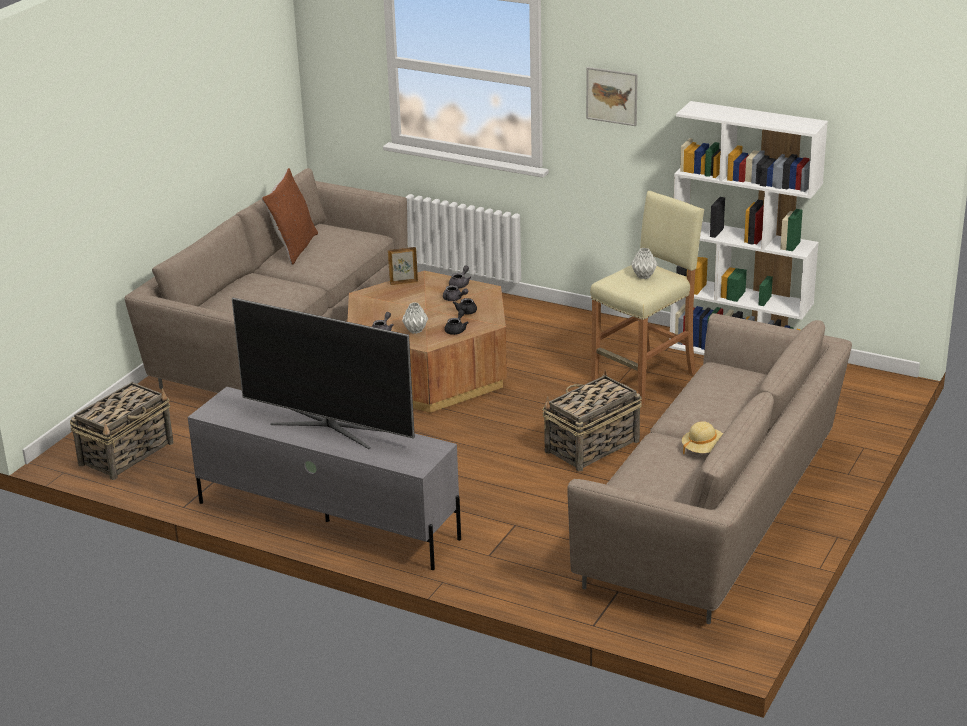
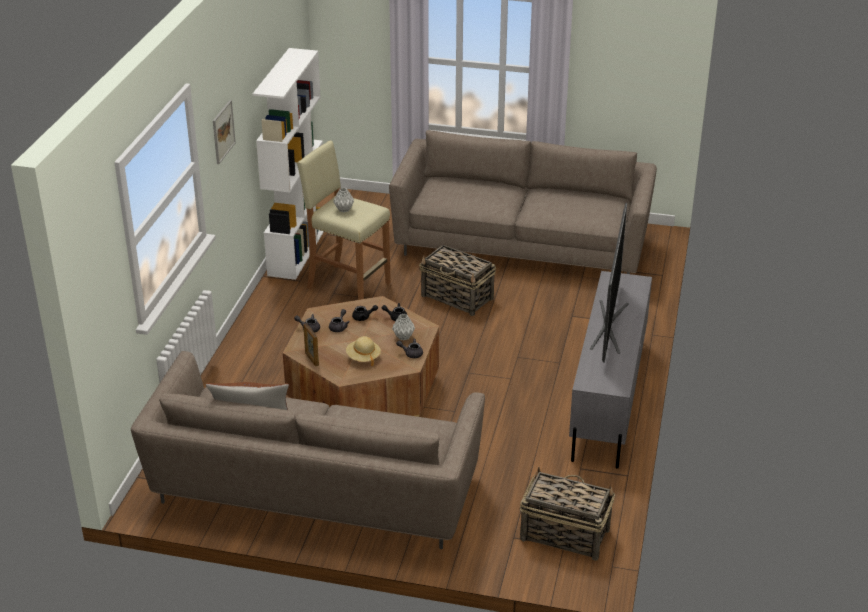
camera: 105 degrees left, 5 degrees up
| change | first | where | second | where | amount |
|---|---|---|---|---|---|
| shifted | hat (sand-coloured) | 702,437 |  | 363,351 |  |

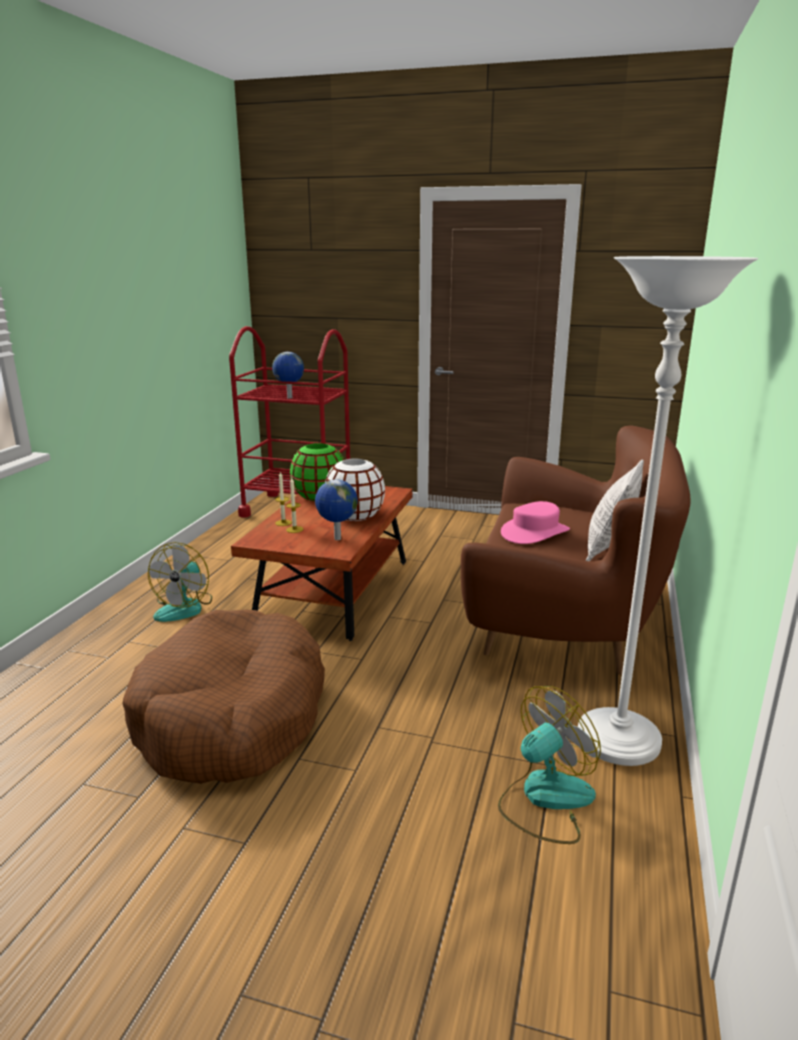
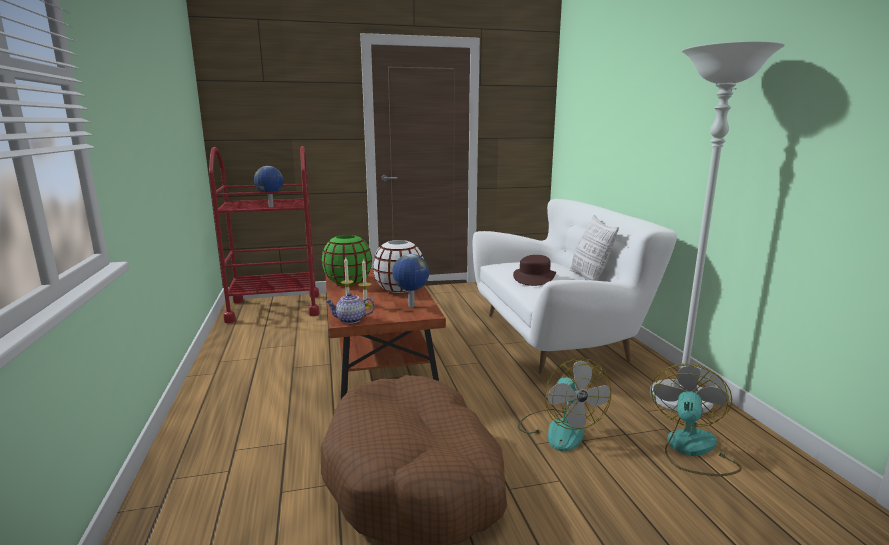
camera: 30 degrees left, 5 degrees down
| change | first | where | second | where | amount |
|---|---|---|---|---|---|
| new |  |  | teapot | 350,308 |  |
| repainted | couch (brown) | 575,550 | couch (white-coloured) | 574,286 |  |
| repainted | hat (pinkish) | 535,522 | hat (brown) | 534,270 |  |
| shifted | electric fan | 180,582 |  | 564,404 |  |

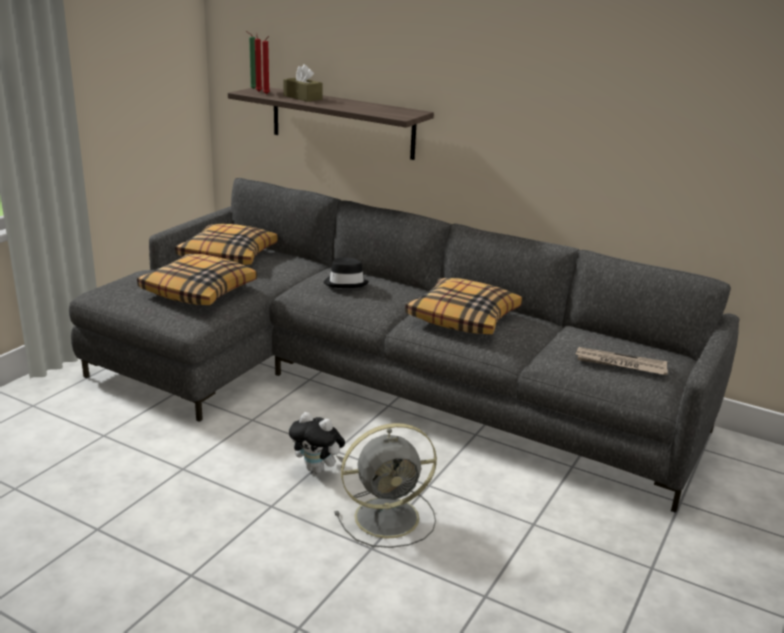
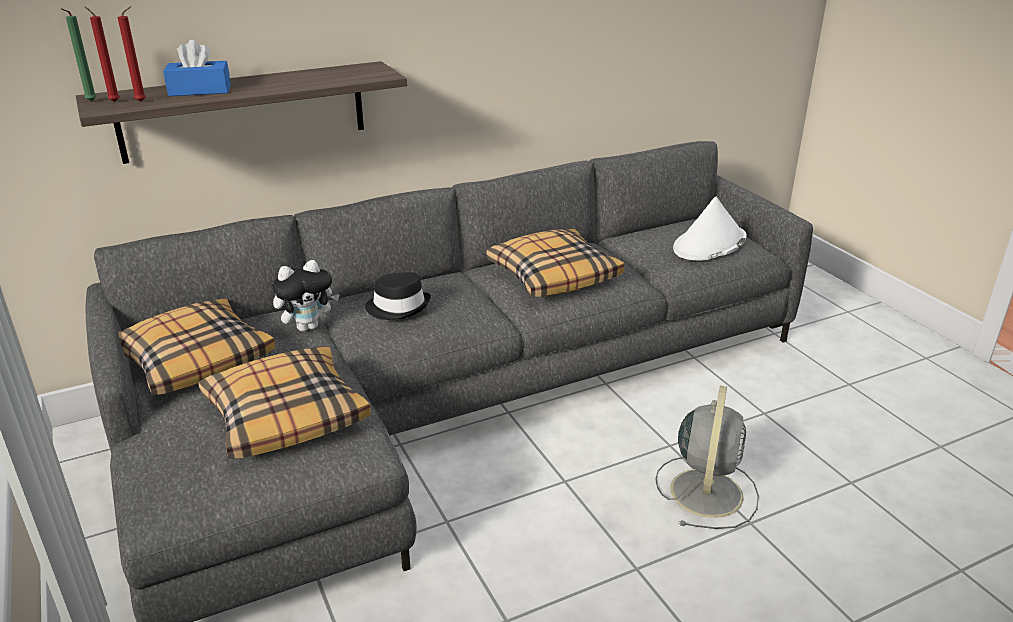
camera: 55 degrees left, 5 degrees up
| change | first | where | second | where | amount |
|---|---|---|---|---|---|
| repainted | tissue holder (brown) | 303,83 | tissue holder (bluish) | 197,68 |  |
| shifted | cuddly toy | 317,443 |  | 306,296 |  |
| swapped | daily paper | 621,361 | hat (white-coloured) | 709,228 |  |

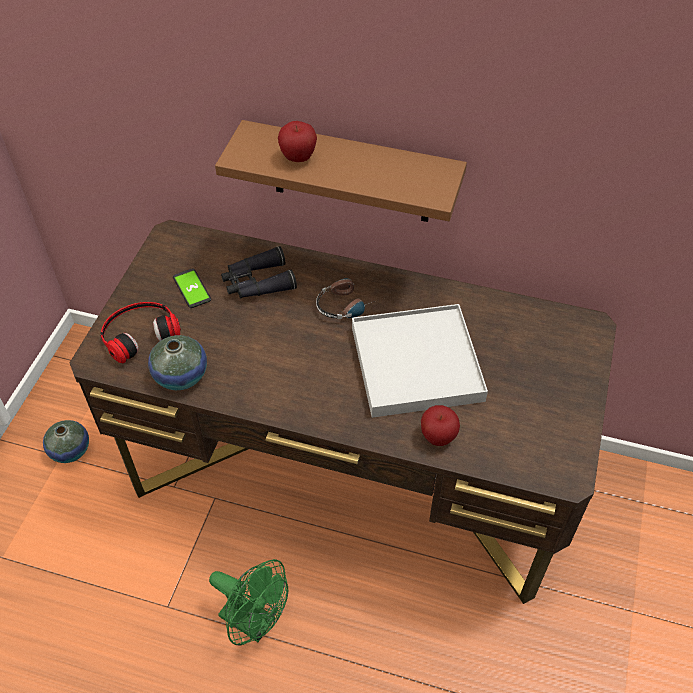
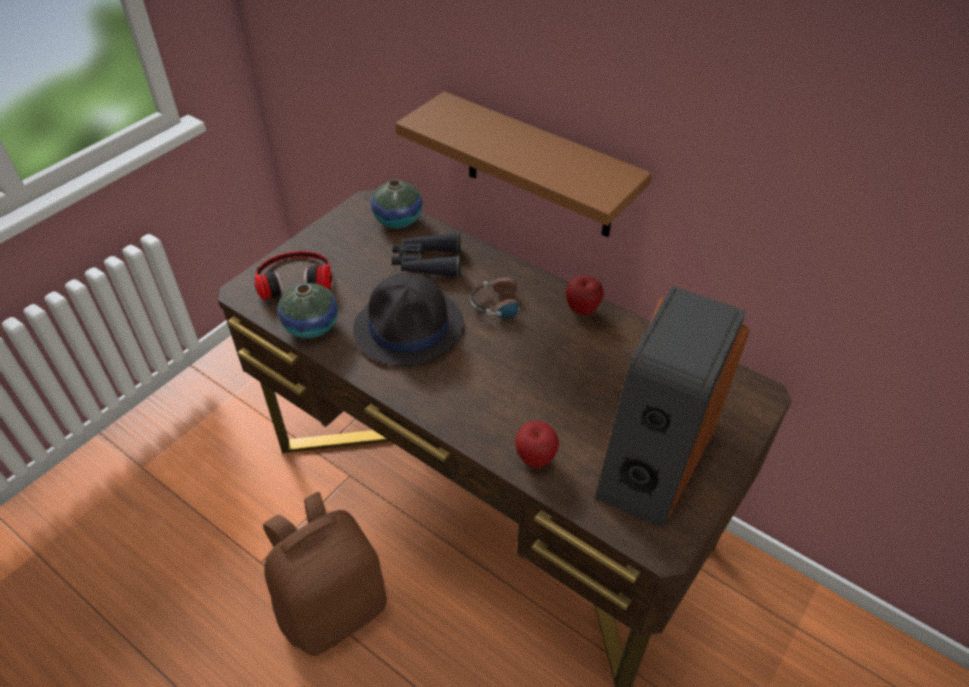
camera: 20 degrees right, 5 degrees down
| change | first | where | second | where | amount |
|---|---|---|---|---|---|
| swapped | electric fan (green-coloured) | 248,602 | rucksack (brown) | 325,574 |  |
| new |  |  | hat (blackish) | 408,319 |  |
| shifted | flower vase | 66,441 |  | 397,204 |  |
| shifted | apple | 297,141 |  | 584,295 |  |
| new |  |  | speaker | 672,407 |  |
| gone | handset | 192,288 |  |  |  |
| gone | carrying tray (white-coloured) | 420,361 |  |  |  |

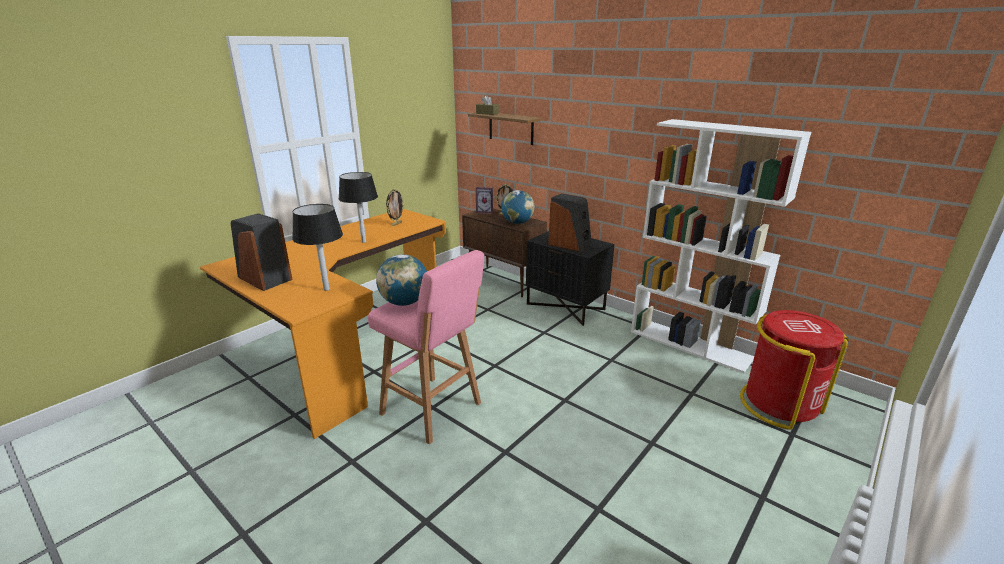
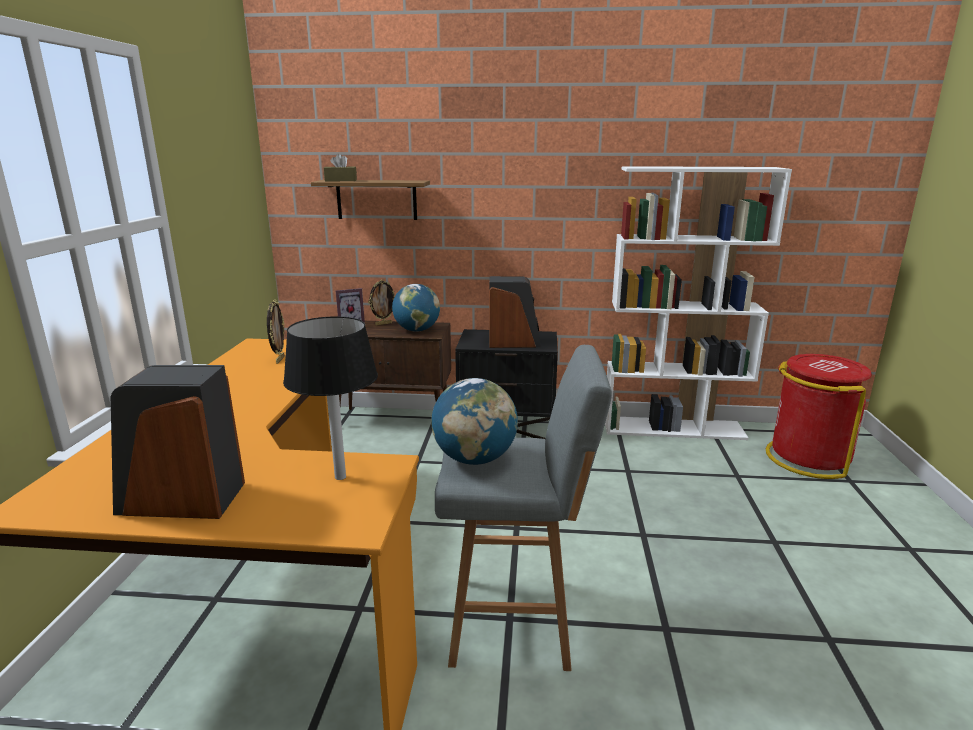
camera: 35 degrees left, 5 degrees down
| change | first | where | second | where | amount |
|---|---|---|---|---|---|
| repainted | sitting stool (pinkish) | 426,347 | sitting stool (greyish) | 523,508 |  |
| gone | lamp for a table (blackish) | 358,207 |  |  |  |

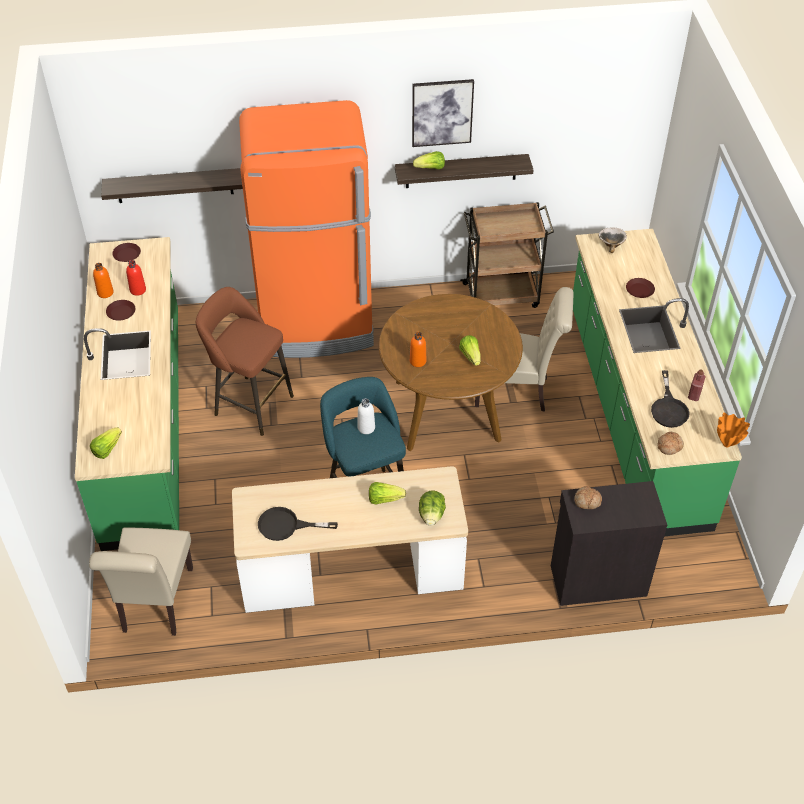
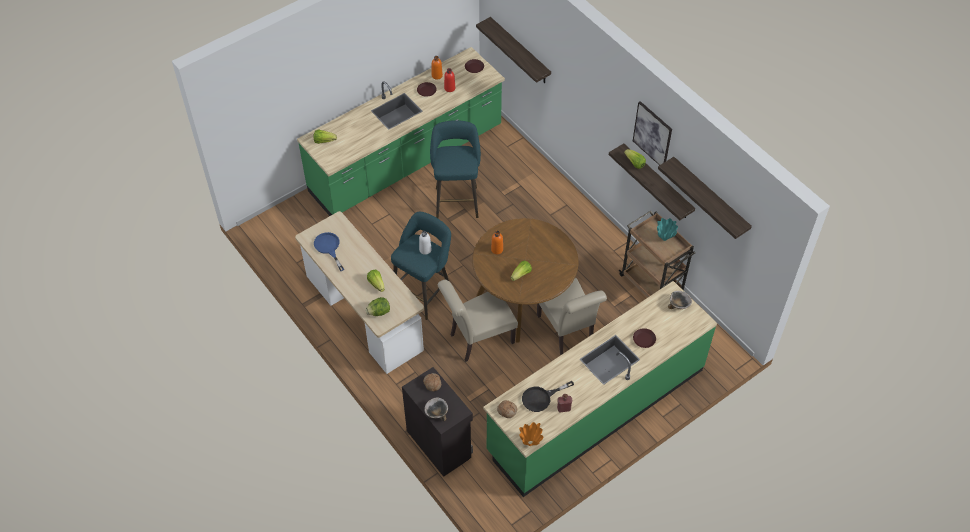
camera: 60 degrees right, 5 degrees up
| change | first | where | second | where | amount |
|---|---|---|---|---|---|
| repainted | frying pan (blackish) | 298,524 | frying pan (bluish) | 329,251 |  |
| new |  |  | serving bowl | 436,409 |  |
| repainted | sitting stool (brown) | 245,361 | sitting stool (turquoise-coloured) | 455,169 |  |
| shifted | plain chair (sand-coloured) | 141,582 |  | 478,321 |  |
| new |  |  | flower vase (turquoise-coloured) | 667,229 |  |
| new |  |  | bracket shelf | 705,198 |  |
| gone | refrigerator (orangey) | 306,229 |  |  |  |

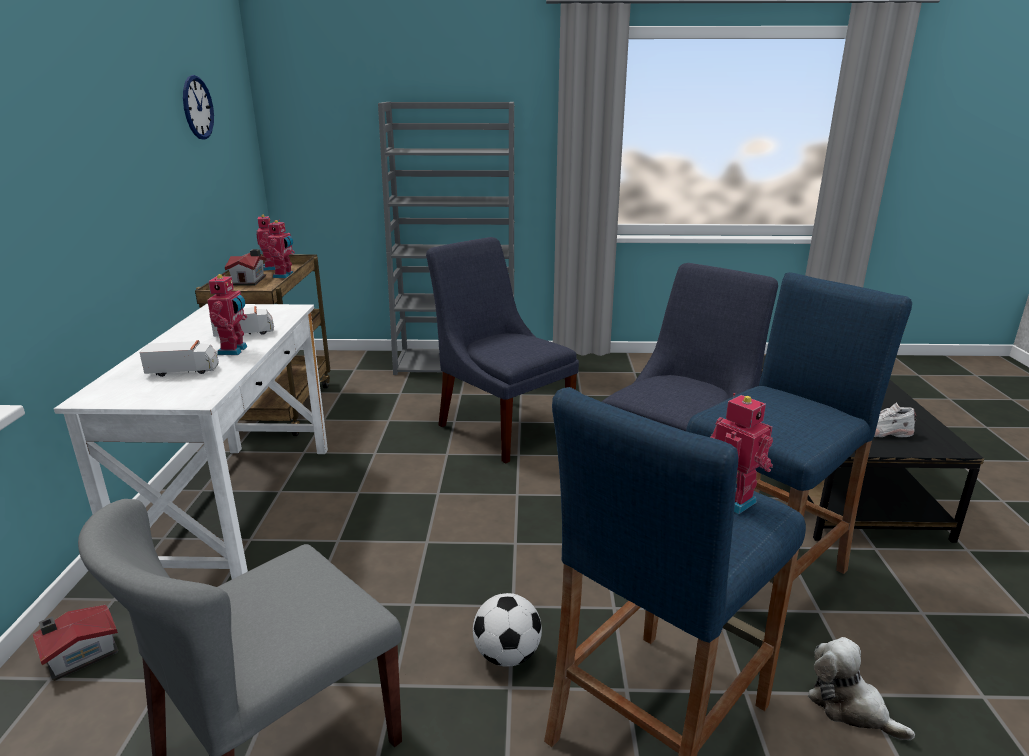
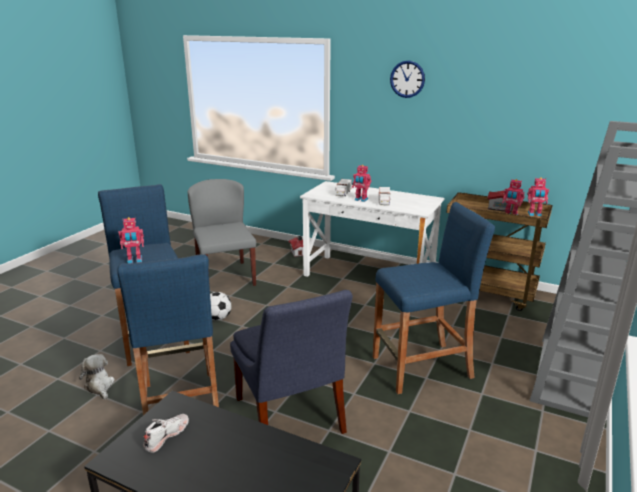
camera: 115 degrees right, 0 degrees up
| change | first | where | second | where | amount |
|---|---|---|---|---|---|
| rotated | cuddly toy | 861,688 |  | 97,377 | 105 degrees counterclockwise |
| swapped | plain chair (bluish) | 502,350 | sitting stool (bluish) | 434,298 |  |
| shifted | clock on the wall | 198,107 |  | 407,79 |  |

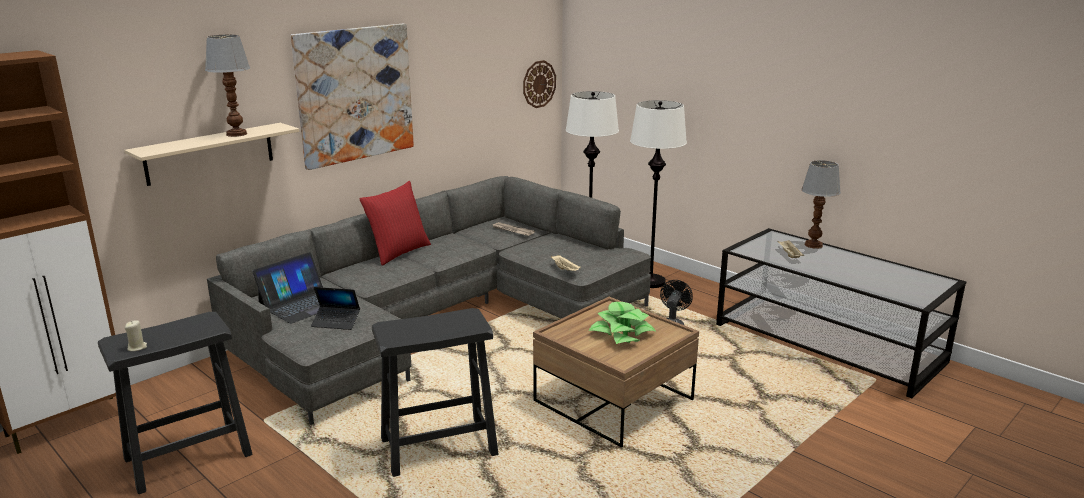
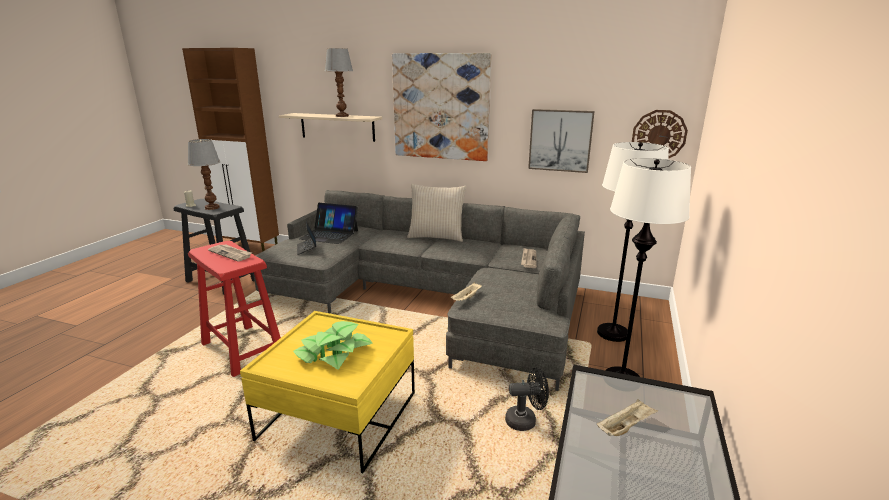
camera: 65 degrees right, 0 degrees up
| change | first | where | second | where | amount |
|---|---|---|---|---|---|
| shifted | lamp for a table | 821,204 |  | 203,174 |  |
| repainted | sitting stool (blackish) | 435,392 | sitting stool (reddish) | 234,309 |  |
| new |  |  | daily paper | 230,252 |  |
| repainted | lounge table (brown) | 616,372 | lounge table (yellow-coloured) | 327,392 |  |
| repainted | throw pillow (reddish) | 395,223 | throw pillow (sand-coloured) | 437,213 |  |
| new |  |  | wall picture | 561,141 |  |

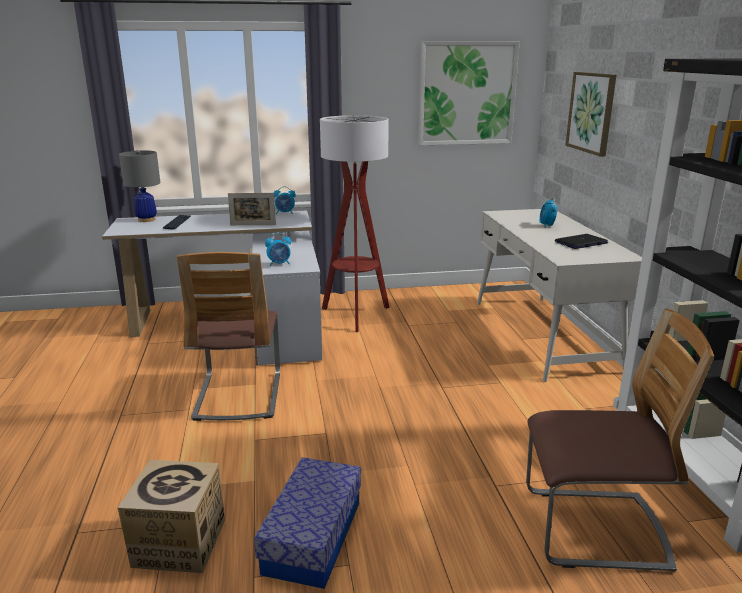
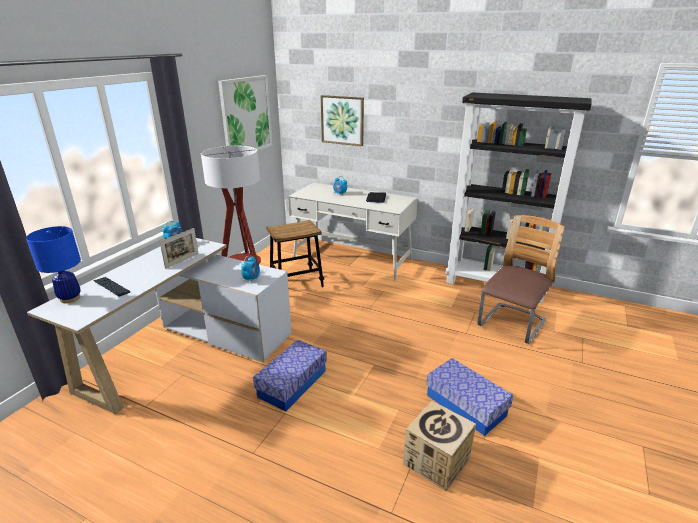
camera: 55 degrees left, 5 degrees up
| change | first | where | second | where | amount |
|---|---|---|---|---|---|
| repainted | lamp for a table (greyish) | 139,186 | lamp for a table (bluish) | 53,264 |  |
| swapped | plain chair | 228,336 | storage bin | 290,375 |  |
| new |  |  | sitting stool | 295,253 |  |

